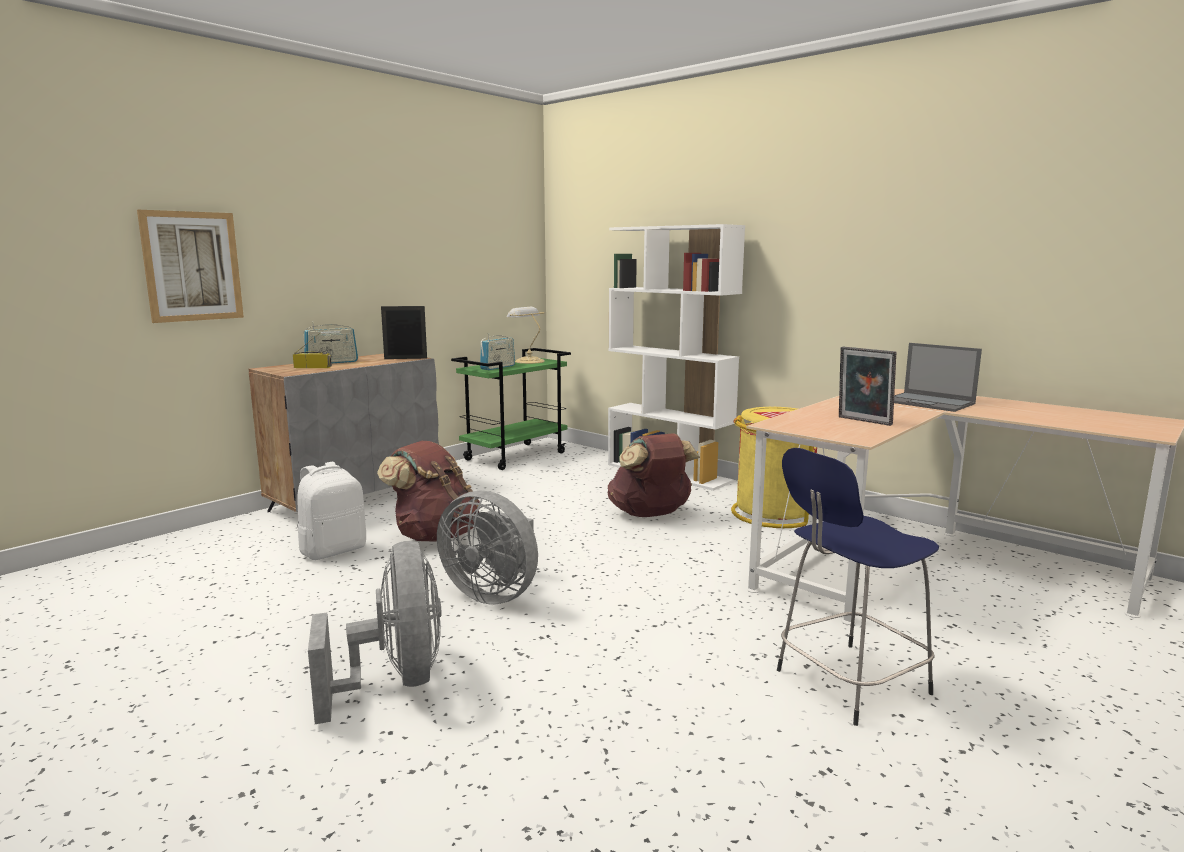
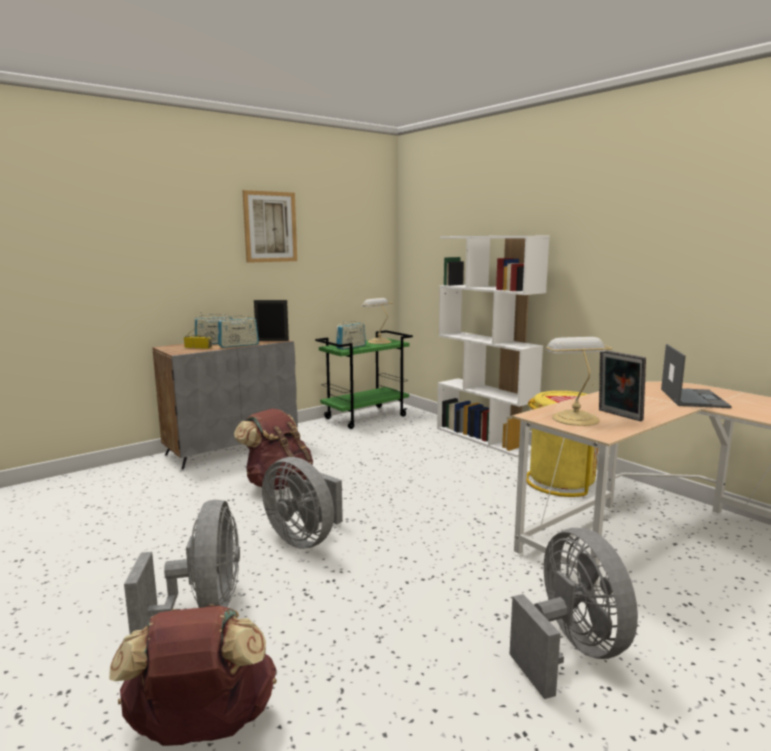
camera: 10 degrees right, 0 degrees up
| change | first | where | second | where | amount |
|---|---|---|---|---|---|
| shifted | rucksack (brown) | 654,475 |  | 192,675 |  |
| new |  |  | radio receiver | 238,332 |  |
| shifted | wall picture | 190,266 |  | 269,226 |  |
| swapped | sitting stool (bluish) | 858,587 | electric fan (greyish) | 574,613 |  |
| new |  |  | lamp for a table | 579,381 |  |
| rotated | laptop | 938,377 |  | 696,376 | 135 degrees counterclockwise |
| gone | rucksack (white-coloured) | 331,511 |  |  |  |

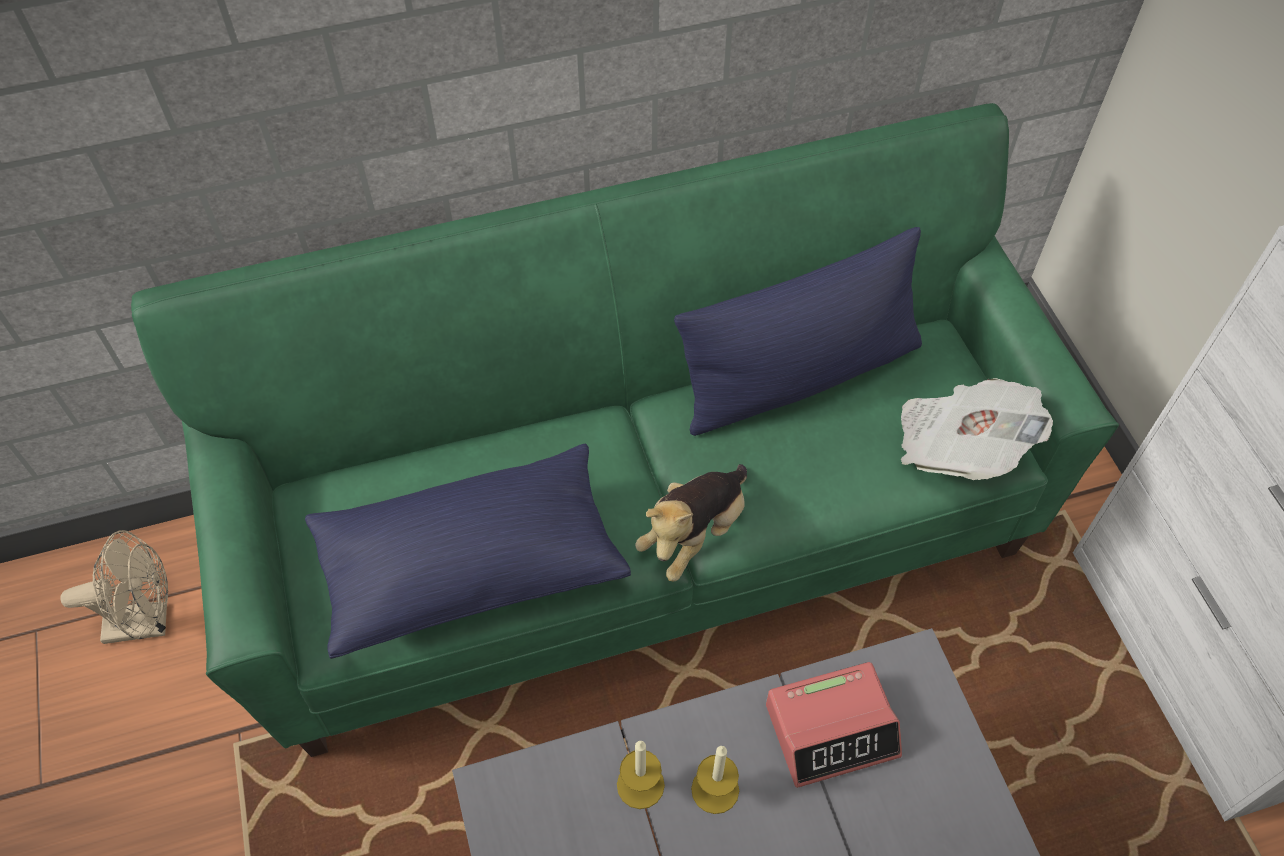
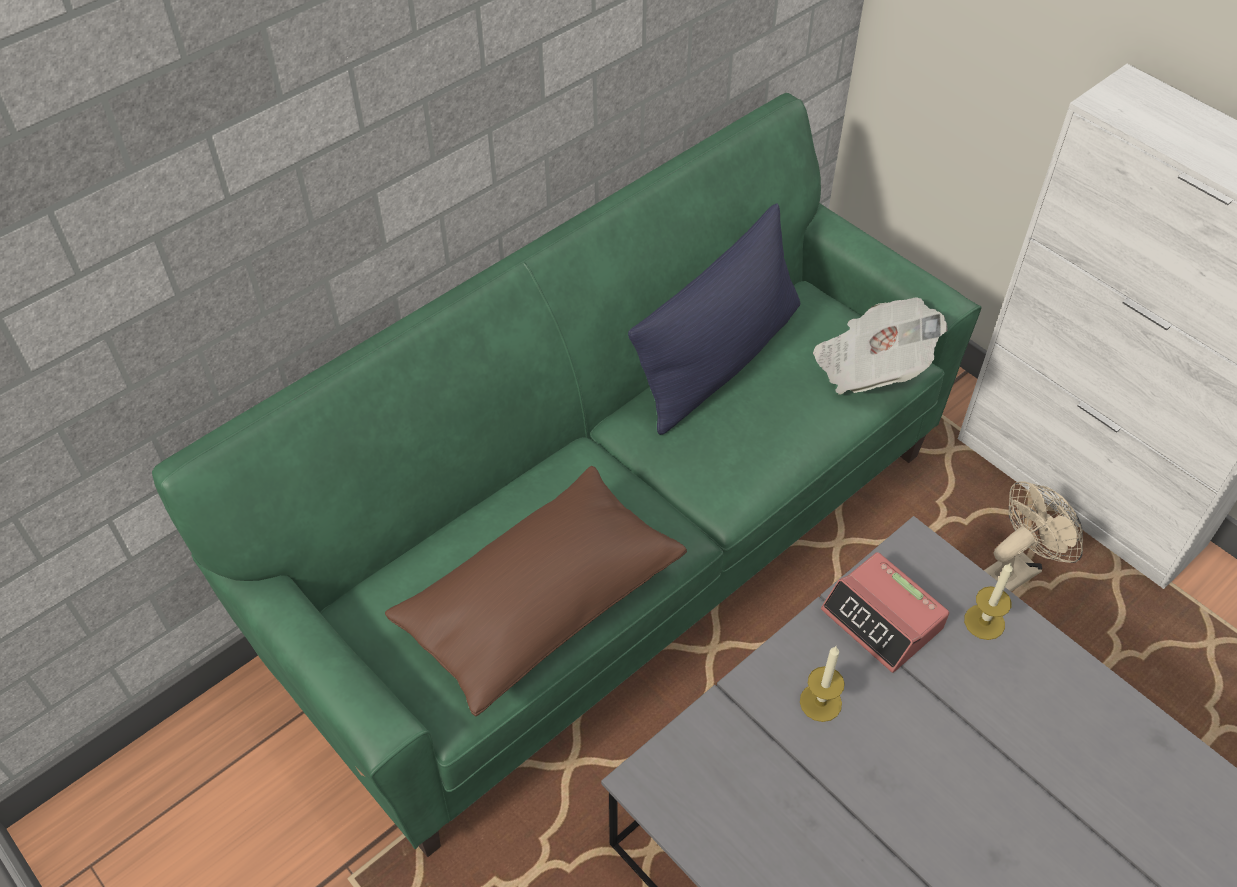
camera: 25 degrees left, 5 degrees down
| change | first | where | second | where | amount |
|---|---|---|---|---|---|
| repainted | throw pillow (bluish) | 468,551 | throw pillow (brown) | 536,591 |  |
| rotated | table clock | 834,725 |  | 885,612 | 90 degrees clockwise |
| shifted | candle | 641,775 |  | 988,601 |  |
| shifted | electric fan (sand-coloured) | 114,587 |  | 1033,536 |  |
| gone | cuddly toy | 691,523 |  |  |  |

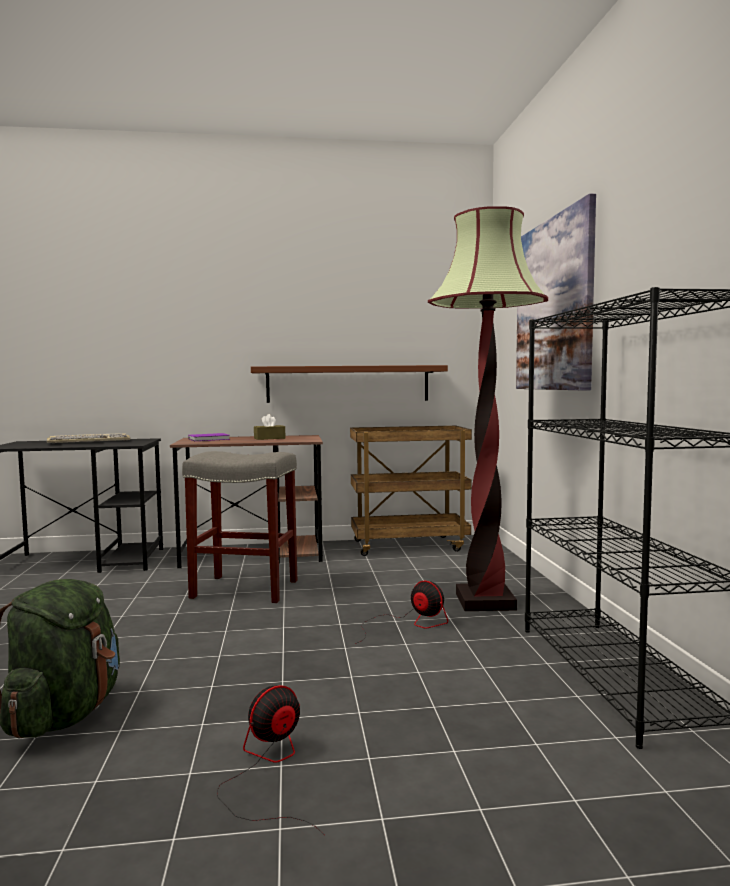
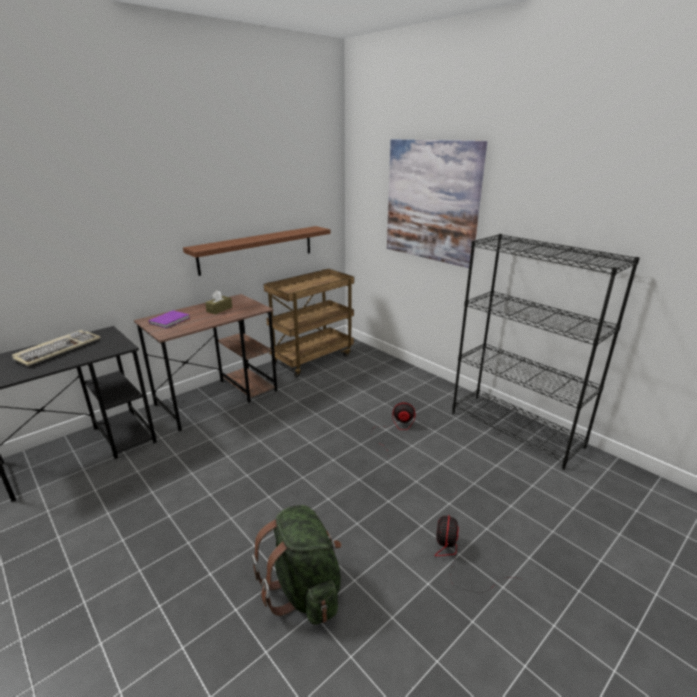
camera: 35 degrees left, 20 degrees up
| change | first | where | second | where | amount |
|---|---|---|---|---|---|
| gone | sitting stool (greyish) | 239,527 |  |  |  |
| gone | floor lamp | 488,408 |  |  |  |

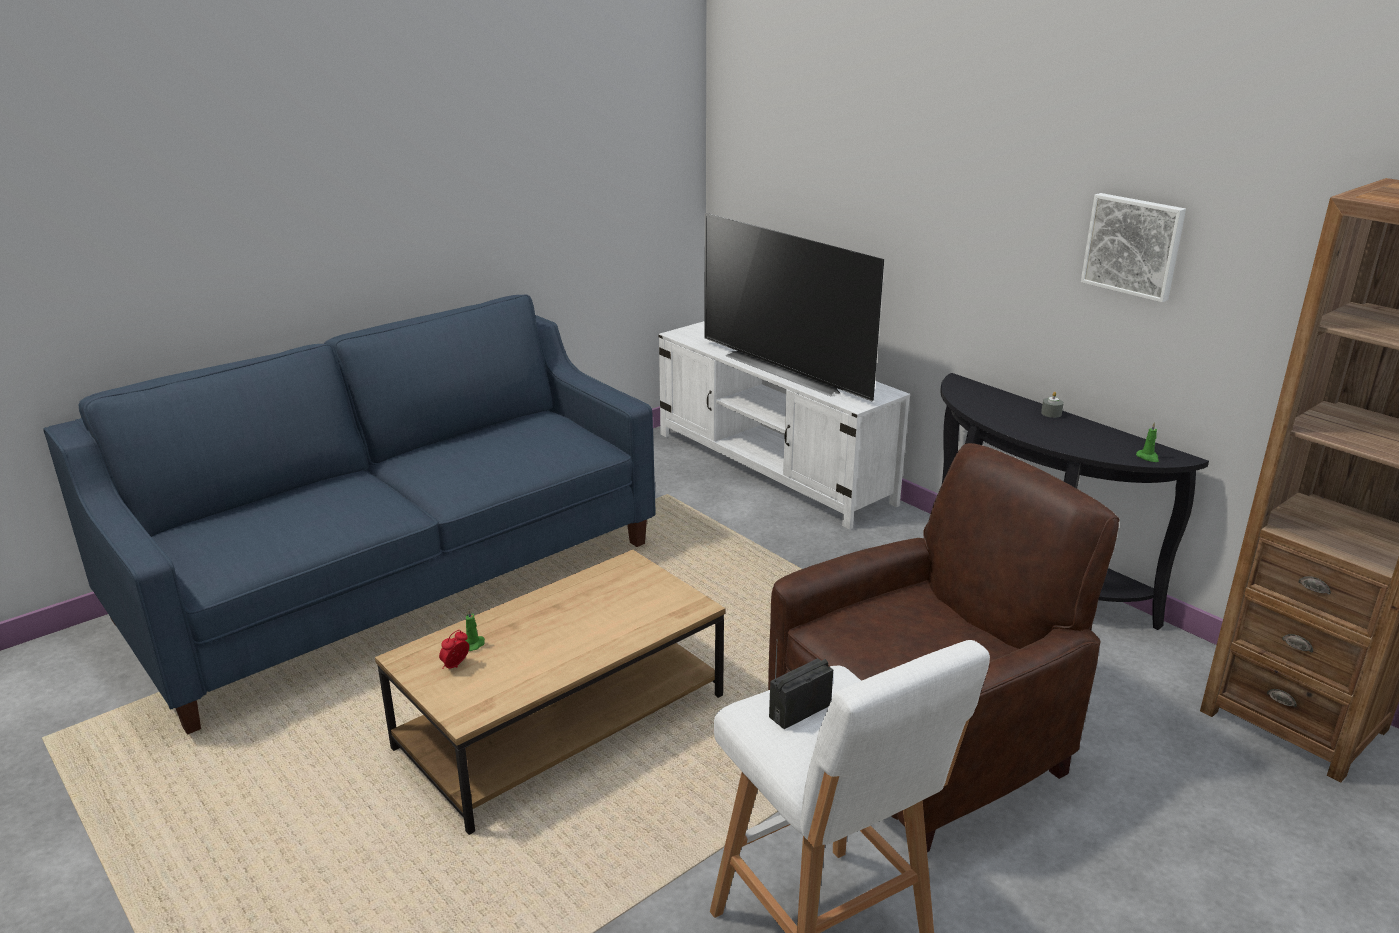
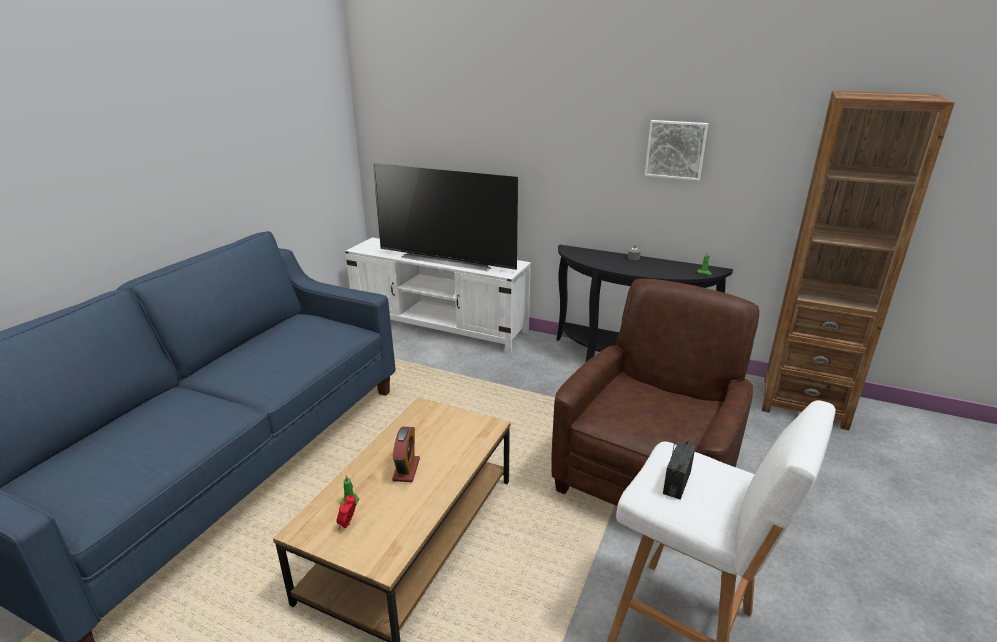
camera: 25 degrees left, 0 degrees up
| change | first | where | second | where | amount |
|---|---|---|---|---|---|
| new |  |  | table clock | 406,454 |  |

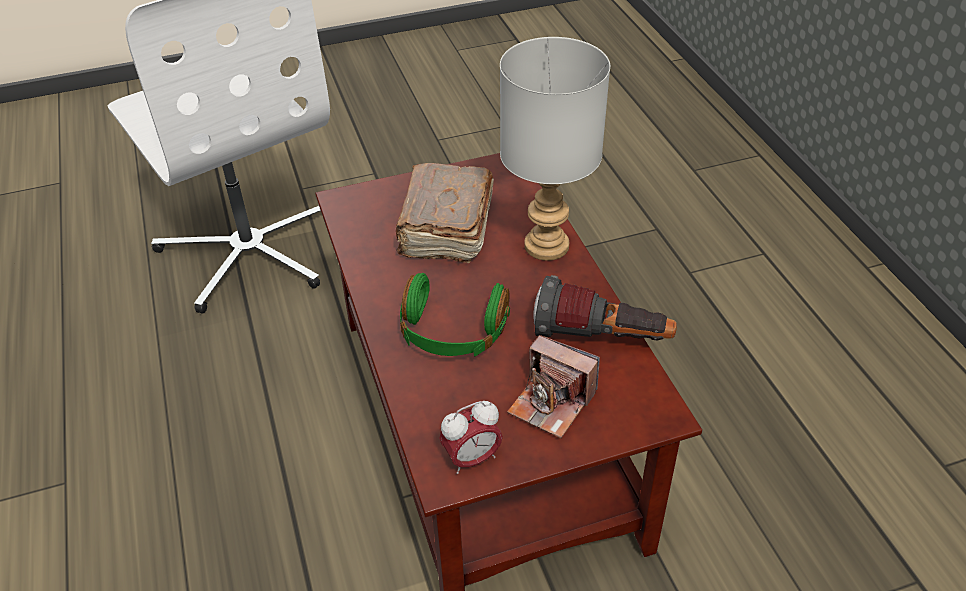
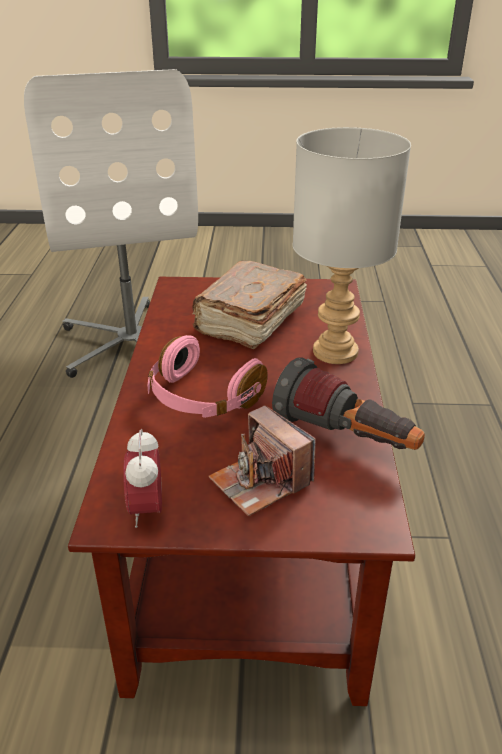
camera: 20 degrees right, 10 degrees down
| change | first | where | second | where | amount |
|---|---|---|---|---|---|
| rotated | table clock | 471,437 |  | 142,478 | 90 degrees clockwise |
| repainted | headset (green-coloured) | 455,314 | headset (pinkish) | 208,376 |  |

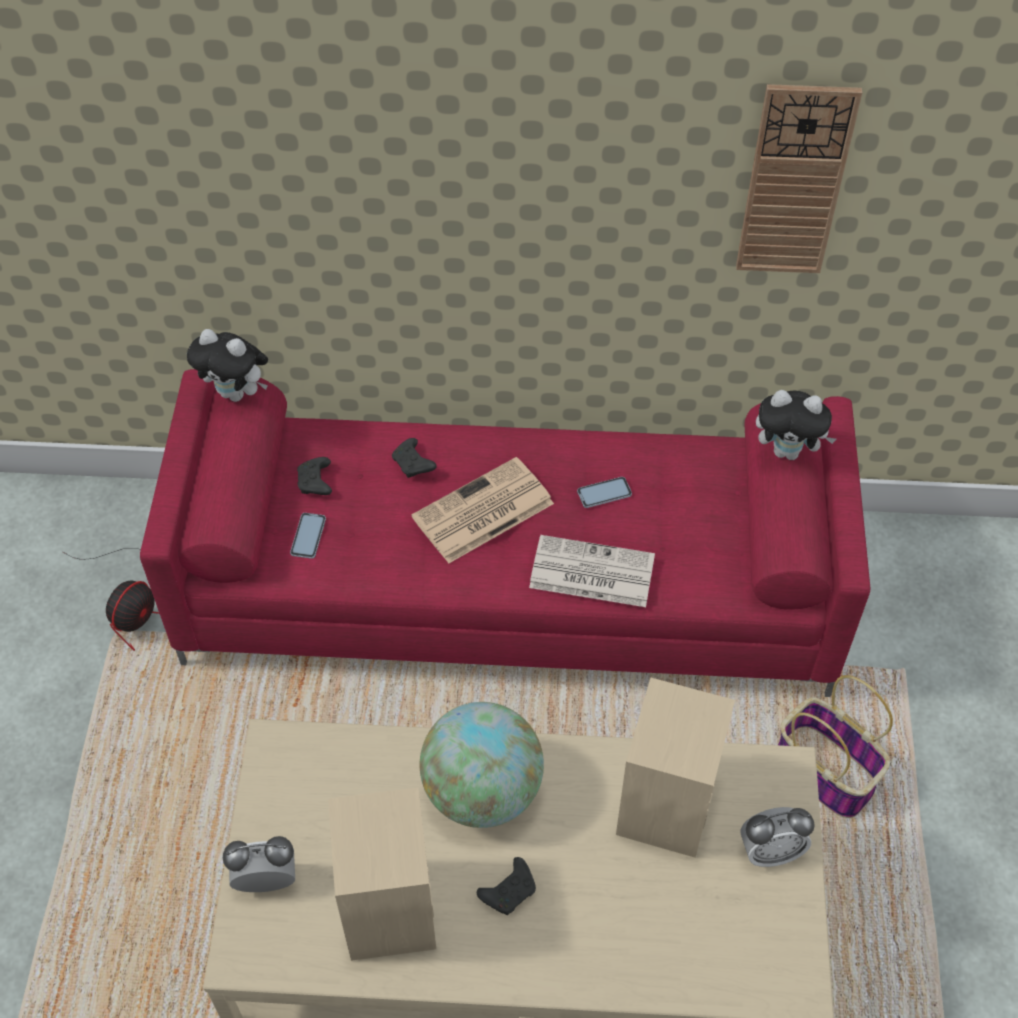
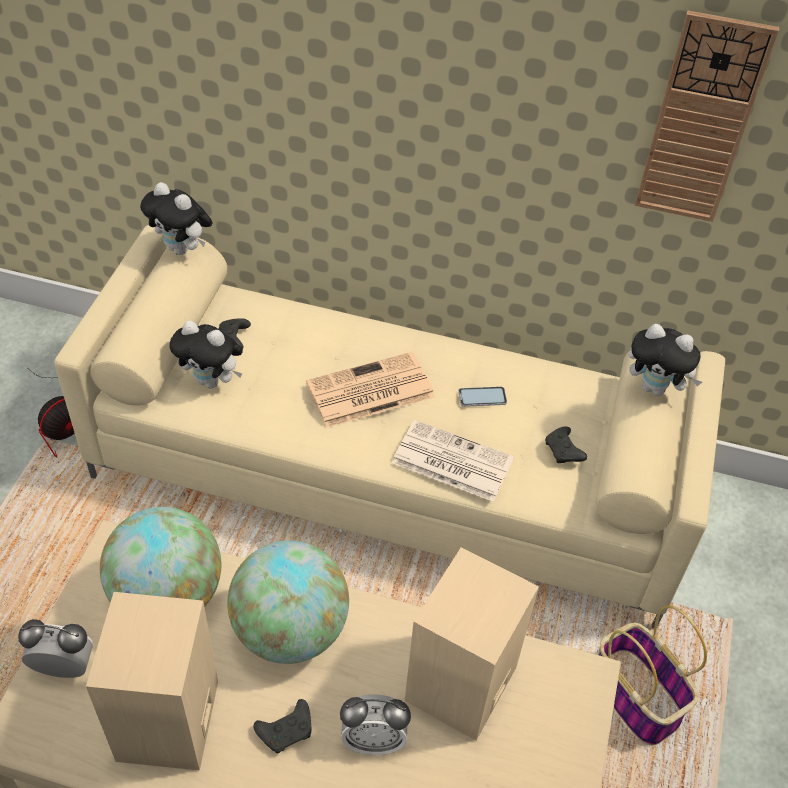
camera: 10 degrees right, 5 degrees down
| change | first | where | second | where | amount |
|---|---|---|---|---|---|
| repainted | couch (reddish) | 505,533 | couch (sand-coloured) | 389,427 |  |
| new |  |  | desk globe | 160,557 |  |
| swapped | handset | 308,536 | cuddly toy | 206,355 |  |
| shifted | table clock | 777,837 |  | 375,724 |  |
| shifted | gamepad (blackish) | 414,458 |  | 566,444 |  |

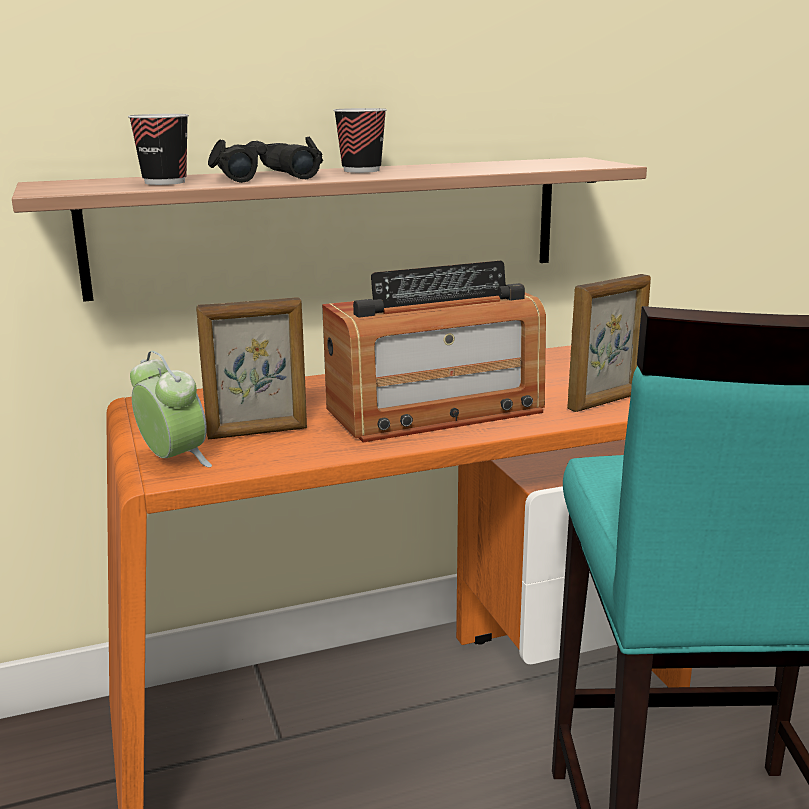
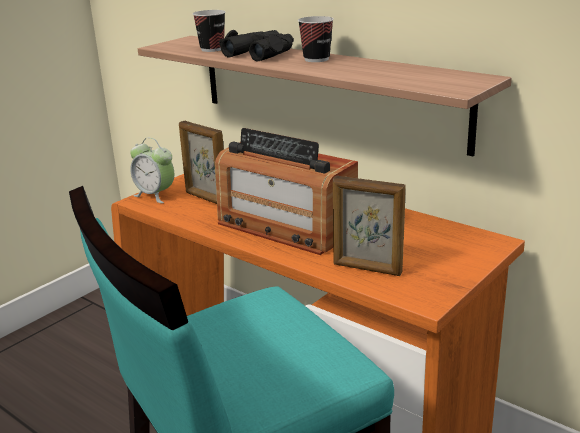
camera: 60 degrees right, 5 degrees up
| change | first | where | second | where | amount |
|---|---|---|---|---|---|
| rotated | table clock | 171,409 |  | 152,170 | 105 degrees clockwise |

